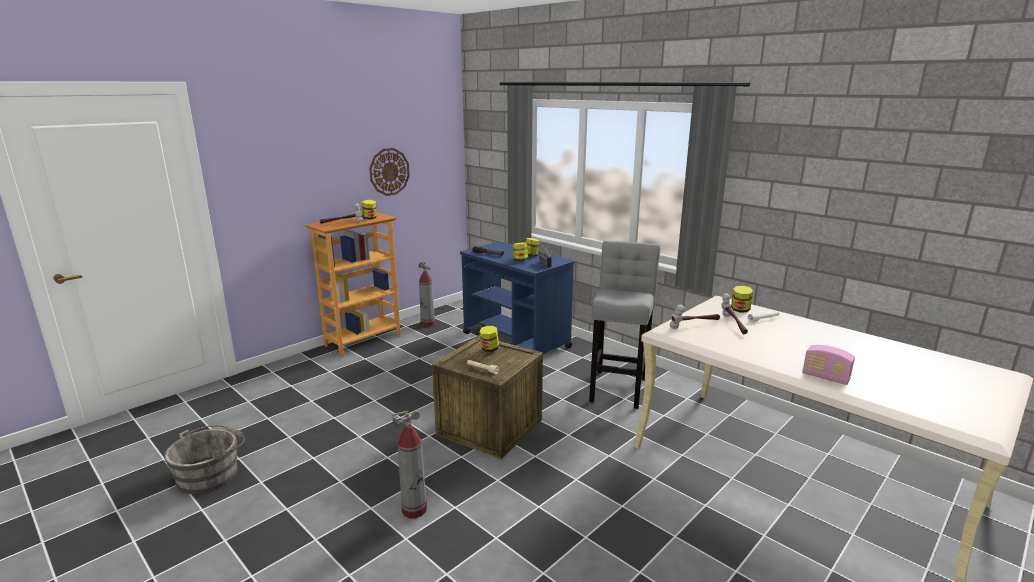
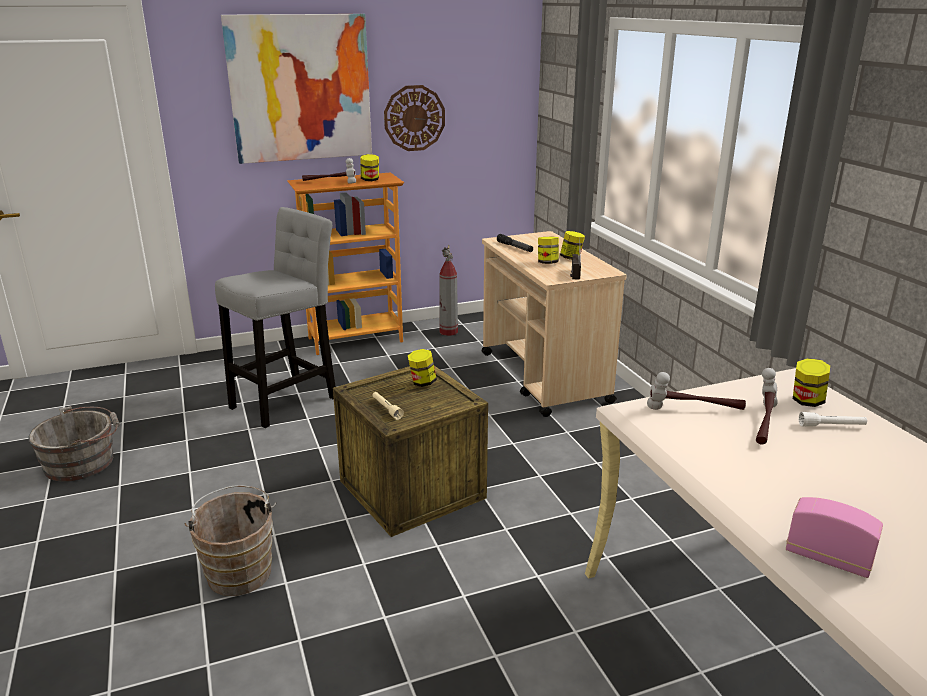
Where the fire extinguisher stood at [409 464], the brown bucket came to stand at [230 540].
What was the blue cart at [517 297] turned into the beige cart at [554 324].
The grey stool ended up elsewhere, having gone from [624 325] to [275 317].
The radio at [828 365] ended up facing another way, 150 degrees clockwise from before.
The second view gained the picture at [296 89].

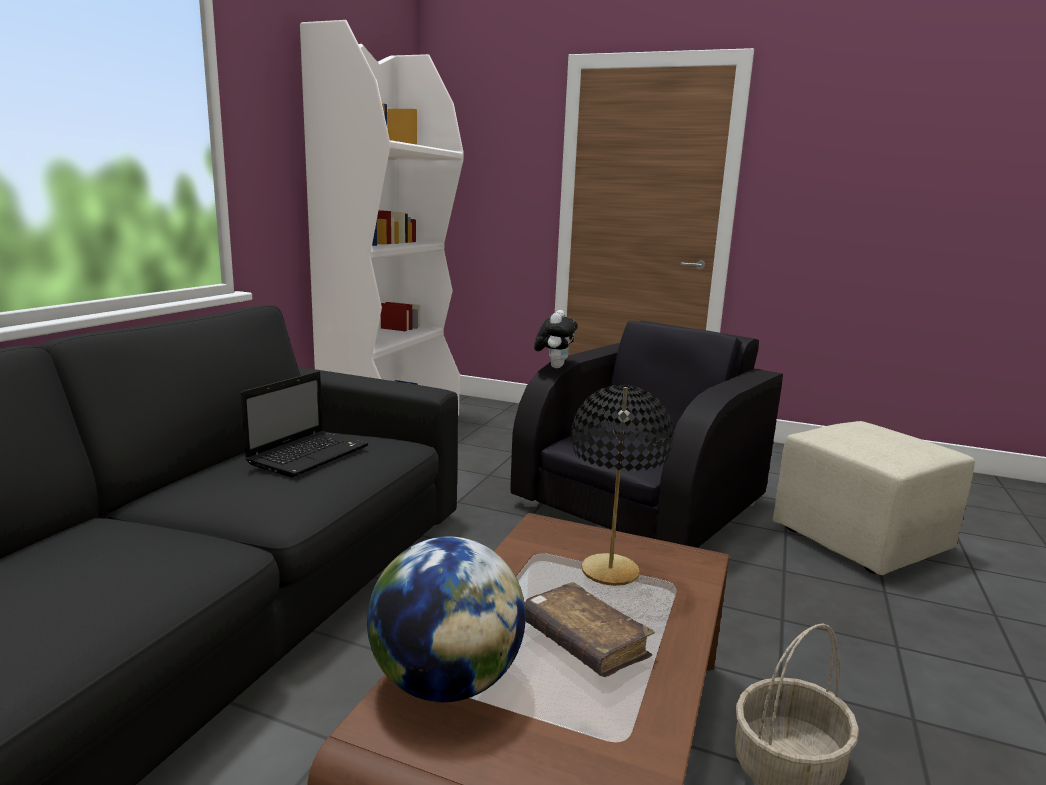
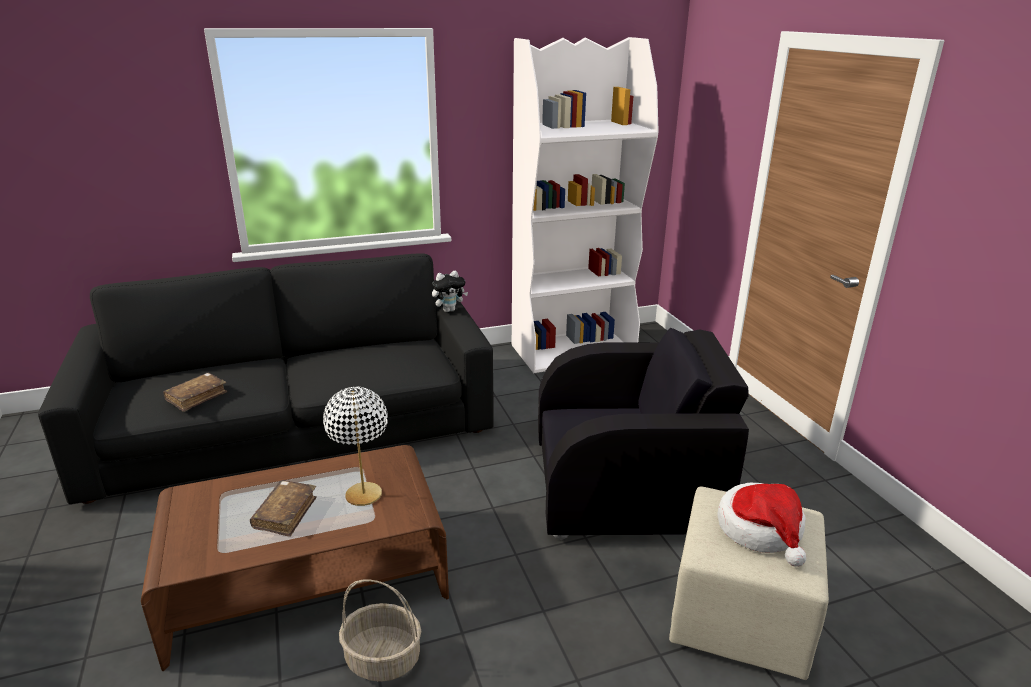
The second view lost the laptop at [304 424].
The second view lost the globe at [446 619].
The plush toy ended up elsewhere, having gone from [556 339] to [450 291].
What was the black table lamp at [622 485] turned into the white table lamp at [355 446].
The second view gained the brown book at [195 392].
The second view gained the hat at [761 525].

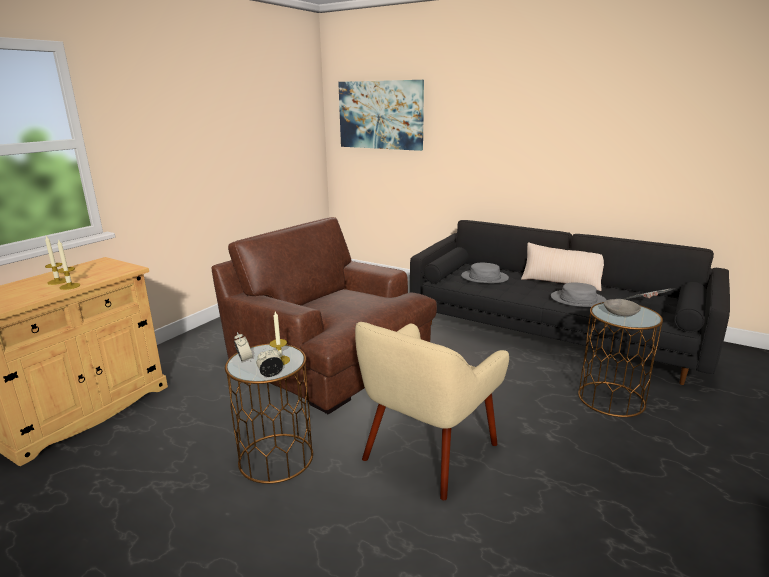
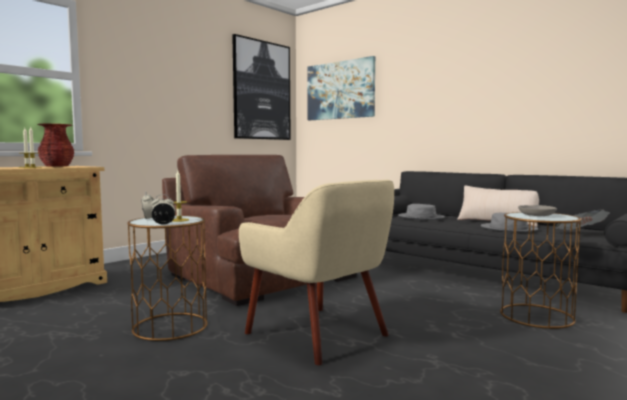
The beige armchair at [432 411] ended up facing another way, 90 degrees counterclockwise from before.
The second view gained the red vase at [55 145].
The second view gained the picture at [261 87].

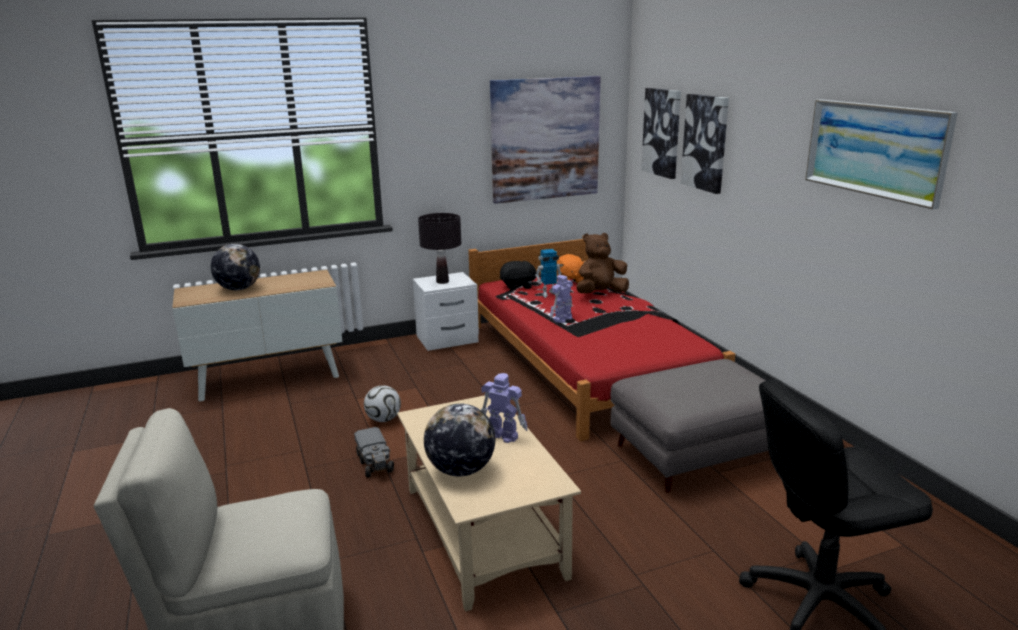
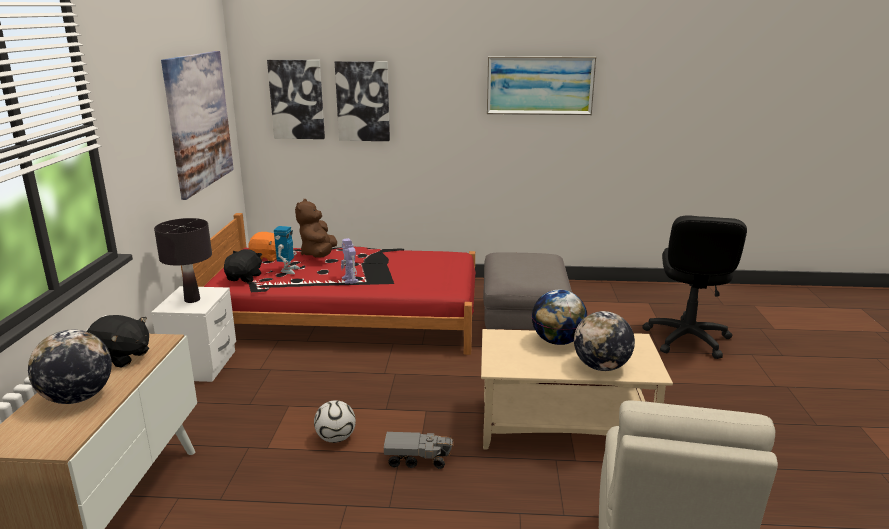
Where the toy robot stood at [504 408], the globe came to stand at [560 317].
The second view gained the black plush toy at [117 341].

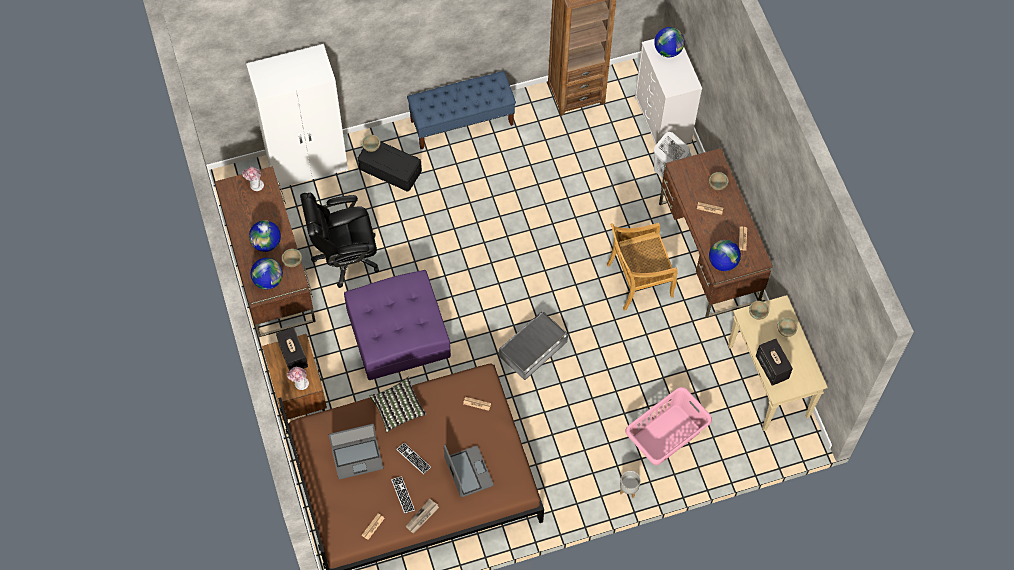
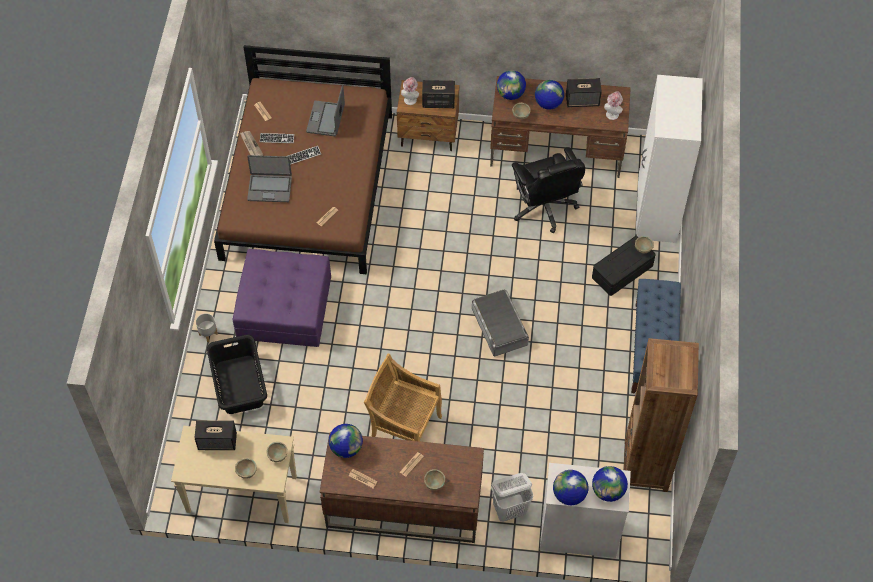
The black office chair at [339 240] ended up facing another way, 150 degrees clockwise from before.
The purple ottoman ended up elsewhere, having gone from [397 325] to [281 298].
The second view lost the pillow at [397 404].
The grey storage box ended up elsewhere, having gone from [533 346] to [500 323].
The beige chair at [642 267] ended up facing another way, 75 degrees counterclockwise from before.
What was the pink laundry basket at [668 426] turned into the black laundry basket at [237 374].
The second view gained the globe at [570 487].
The second view gained the speaker at [584 92].

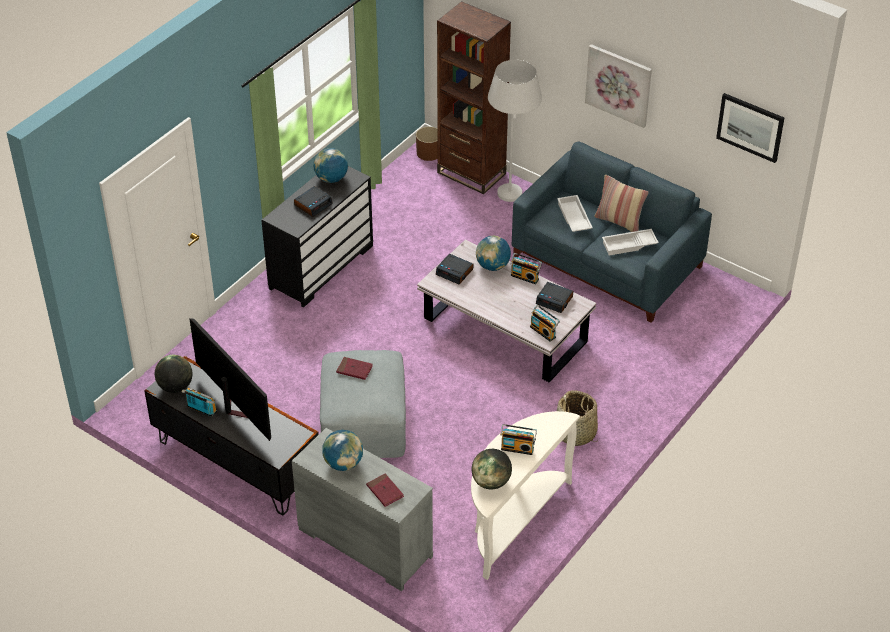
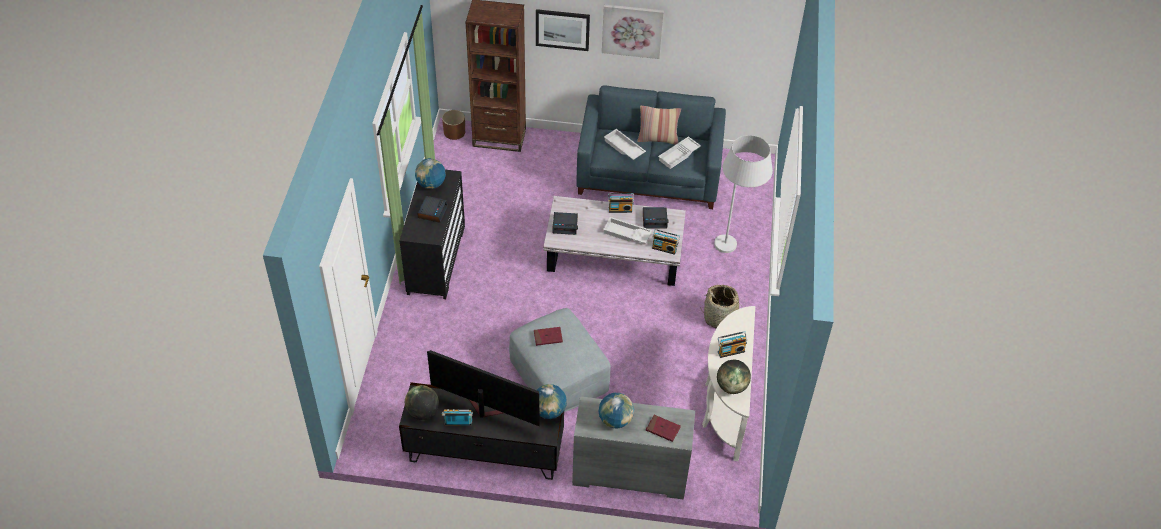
The globe ended up elsewhere, having gone from [493 253] to [552 401].
The white floor lamp ended up elsewhere, having gone from [515 131] to [743 194].
The picture ended up elsewhere, having gone from [750 128] to [563 30].
The second view gained the white tray at [627 230].

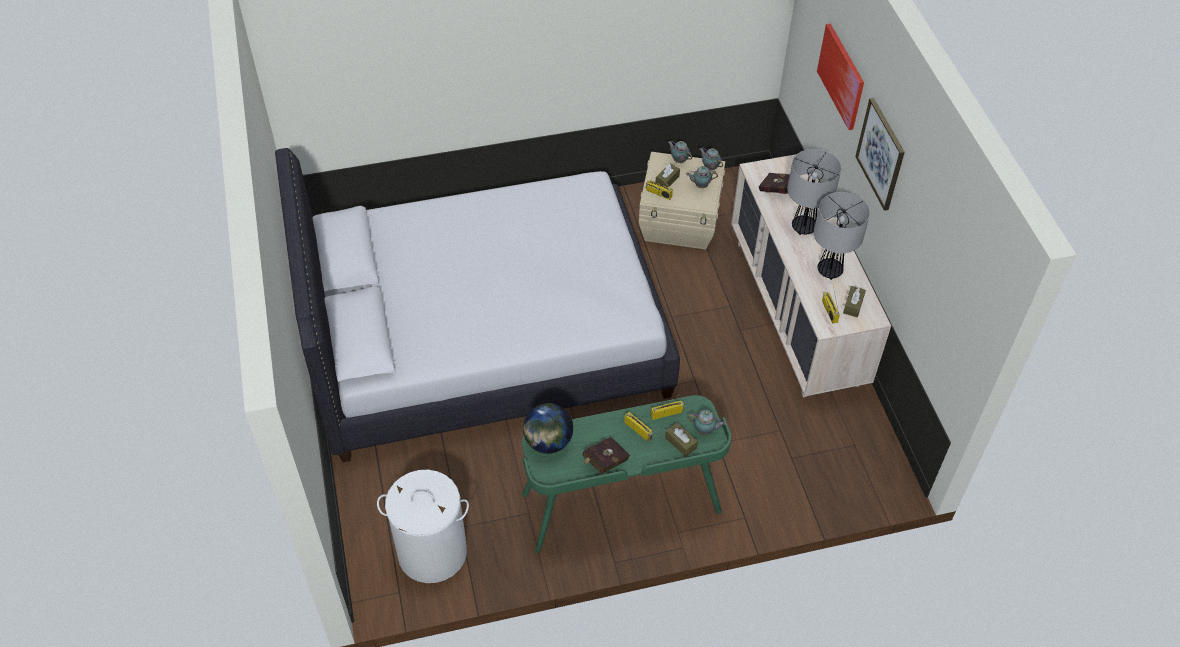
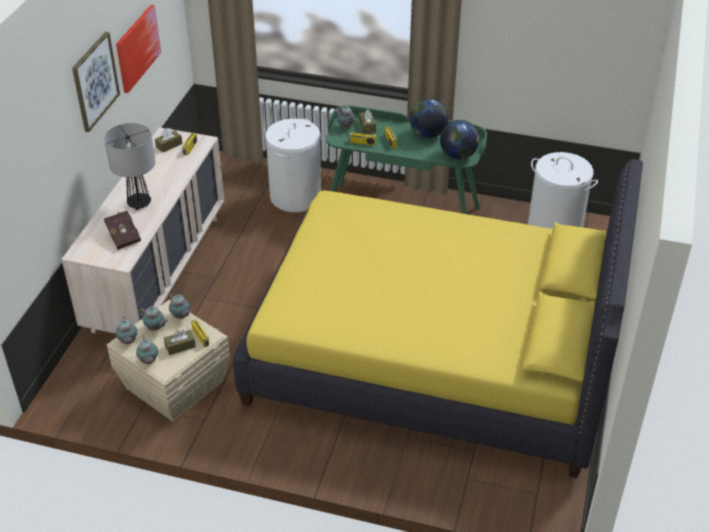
What was the white bed at [477 305] turned into the yellow bed at [438 318].
Where the red book stood at [606 455], the globe came to stand at [429 118].
The second view lost the table lamp at [842 236].
The picture ended up elsewhere, having gone from [840 77] to [138 49].
The second view gained the teapot at [180 306].
The second view gained the white laundry basket at [293 165].

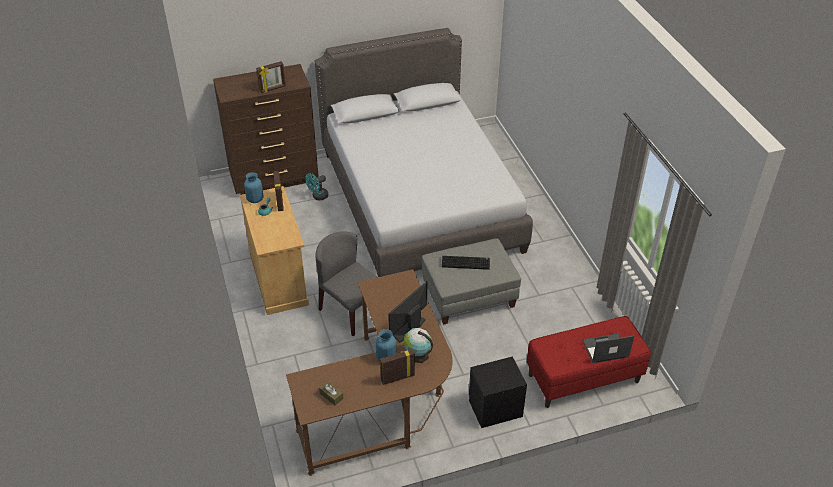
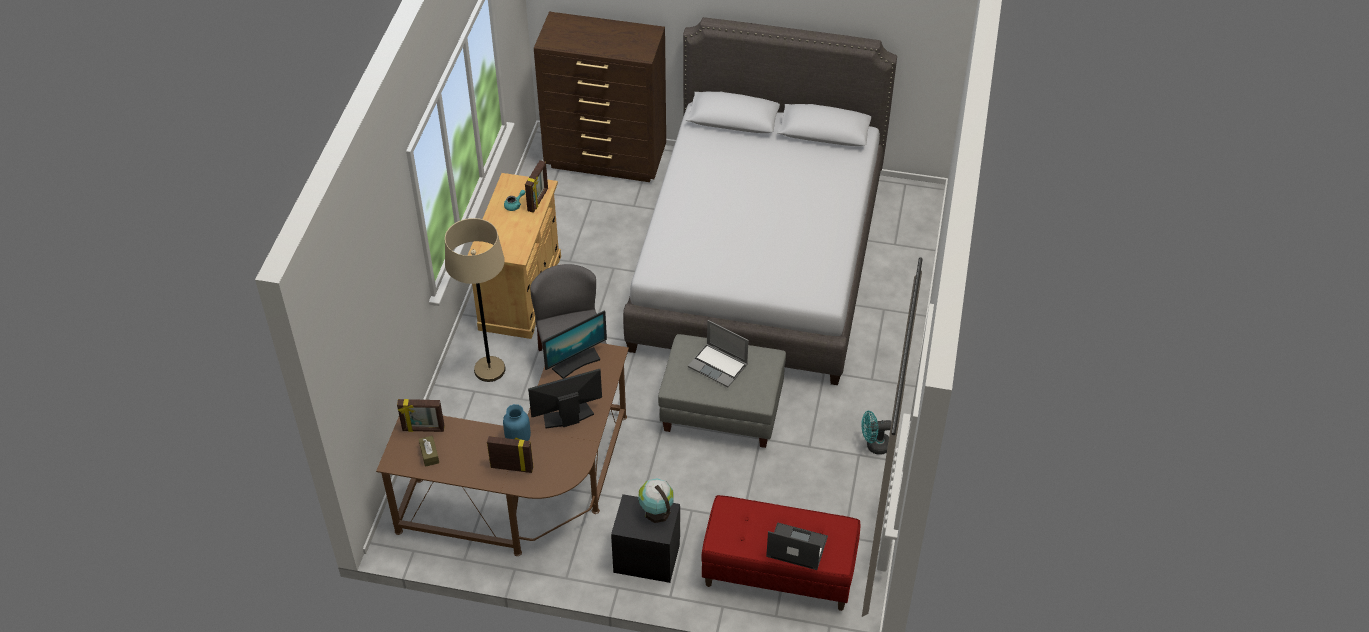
The second view lost the blue vase at [254 187].
The picture frame ended up elsewhere, having gone from [271 77] to [421 415].
The turquoise fan ended up elsewhere, having gone from [317 186] to [876 432].
The globe ended up elsewhere, having gone from [418 345] to [656 500].
Where the keyboard stood at [466 263], the laptop came to stand at [718 353].
The second view gained the beige floor lamp at [475 300].
The second view gained the monitor at [574 344].

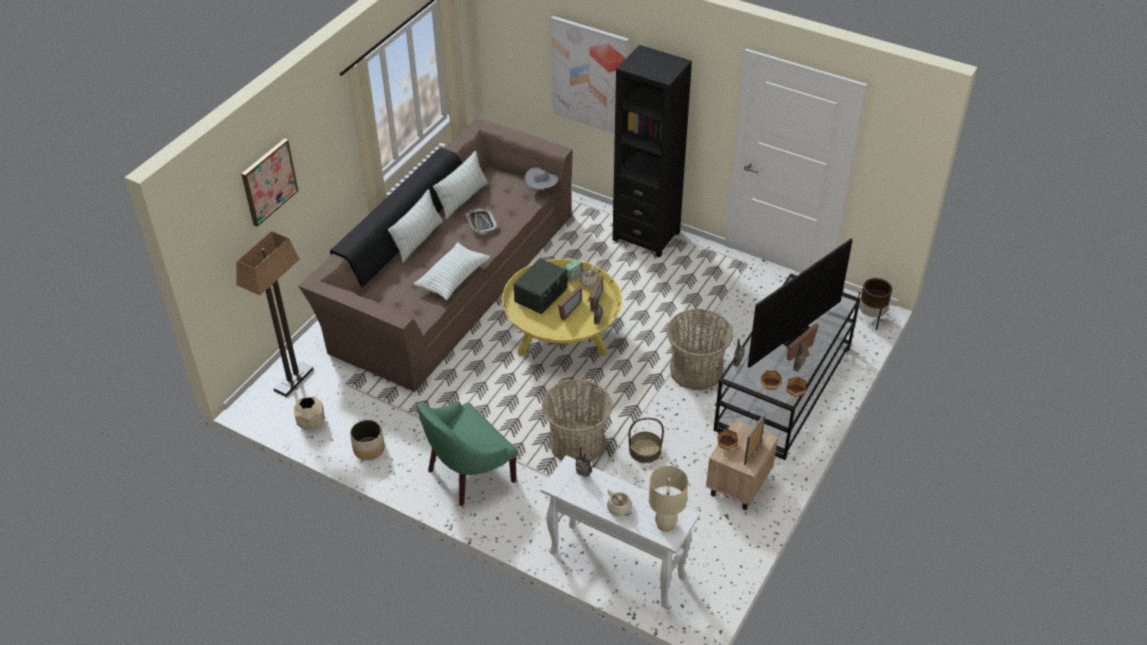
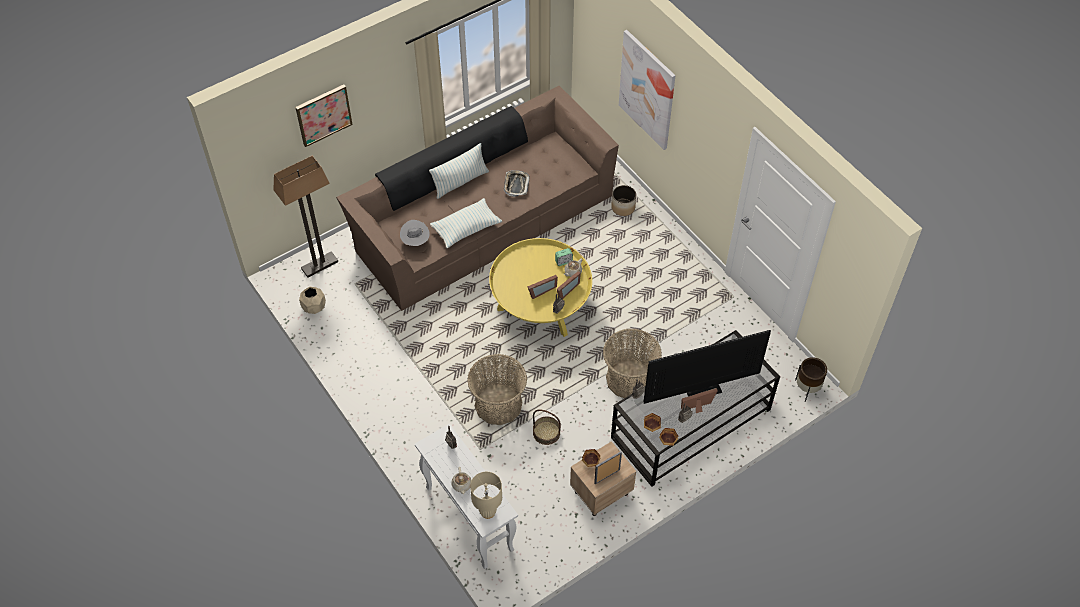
The planter ended up elsewhere, having gone from [367 439] to [623 200].
The second view lost the green armchair at [467 453].
The second view lost the pillow at [460 185].
The second view lost the radio at [541 286].
The grey hat ended up elsewhere, having gone from [541 179] to [415 233].
The second view lost the black bookcase at [652 151].

